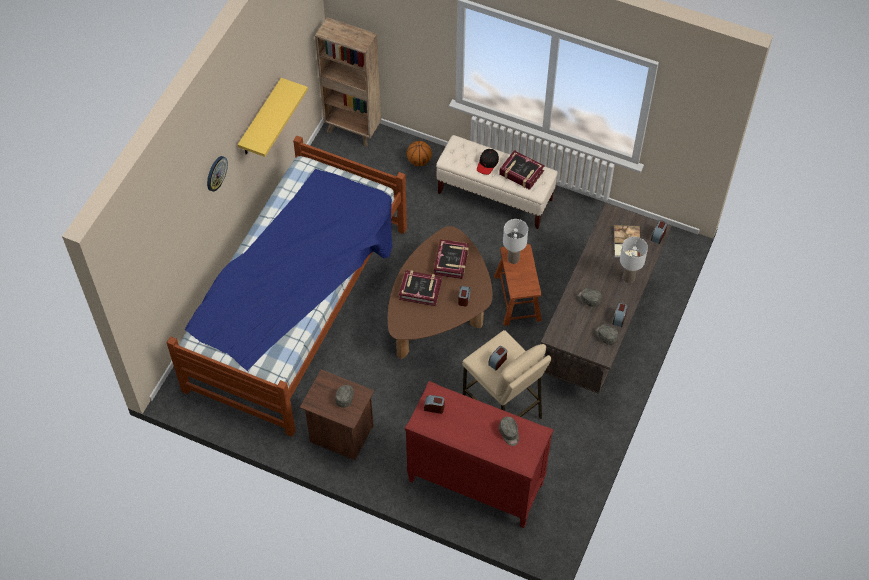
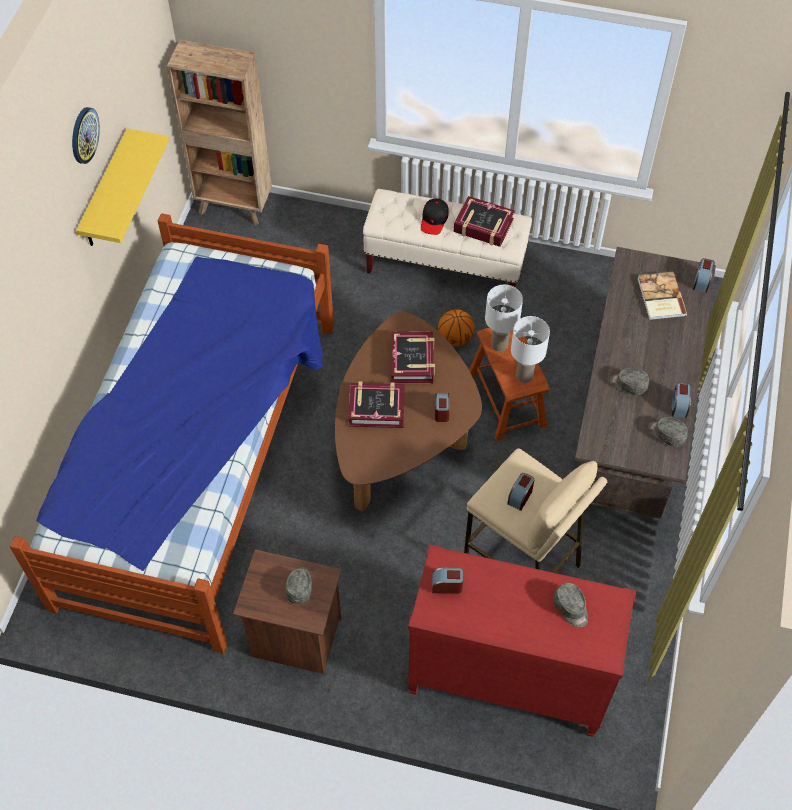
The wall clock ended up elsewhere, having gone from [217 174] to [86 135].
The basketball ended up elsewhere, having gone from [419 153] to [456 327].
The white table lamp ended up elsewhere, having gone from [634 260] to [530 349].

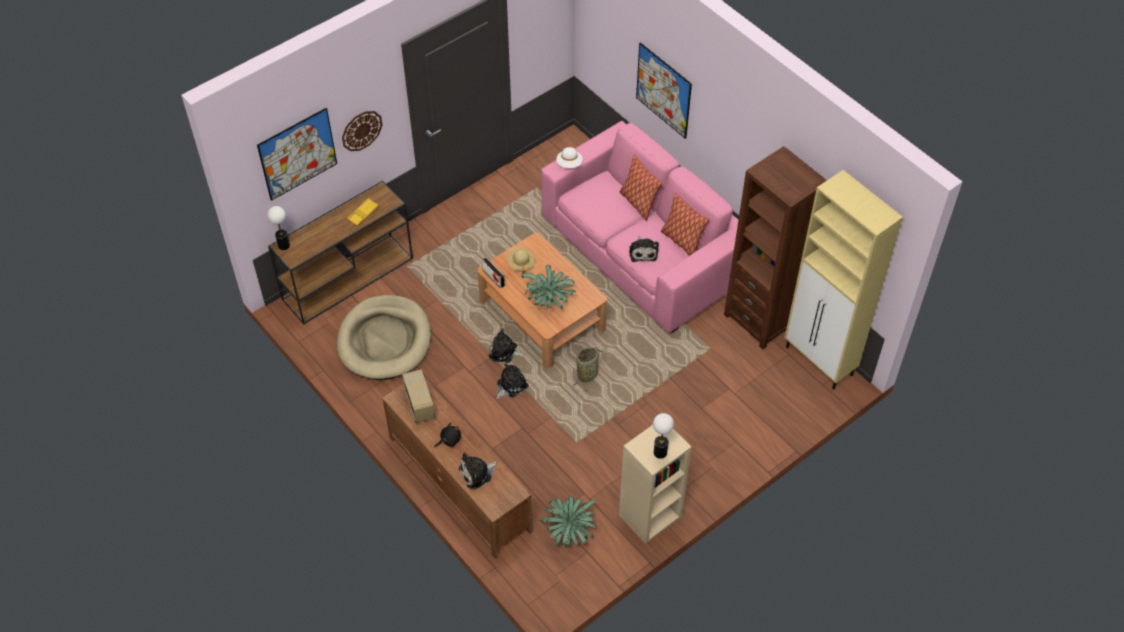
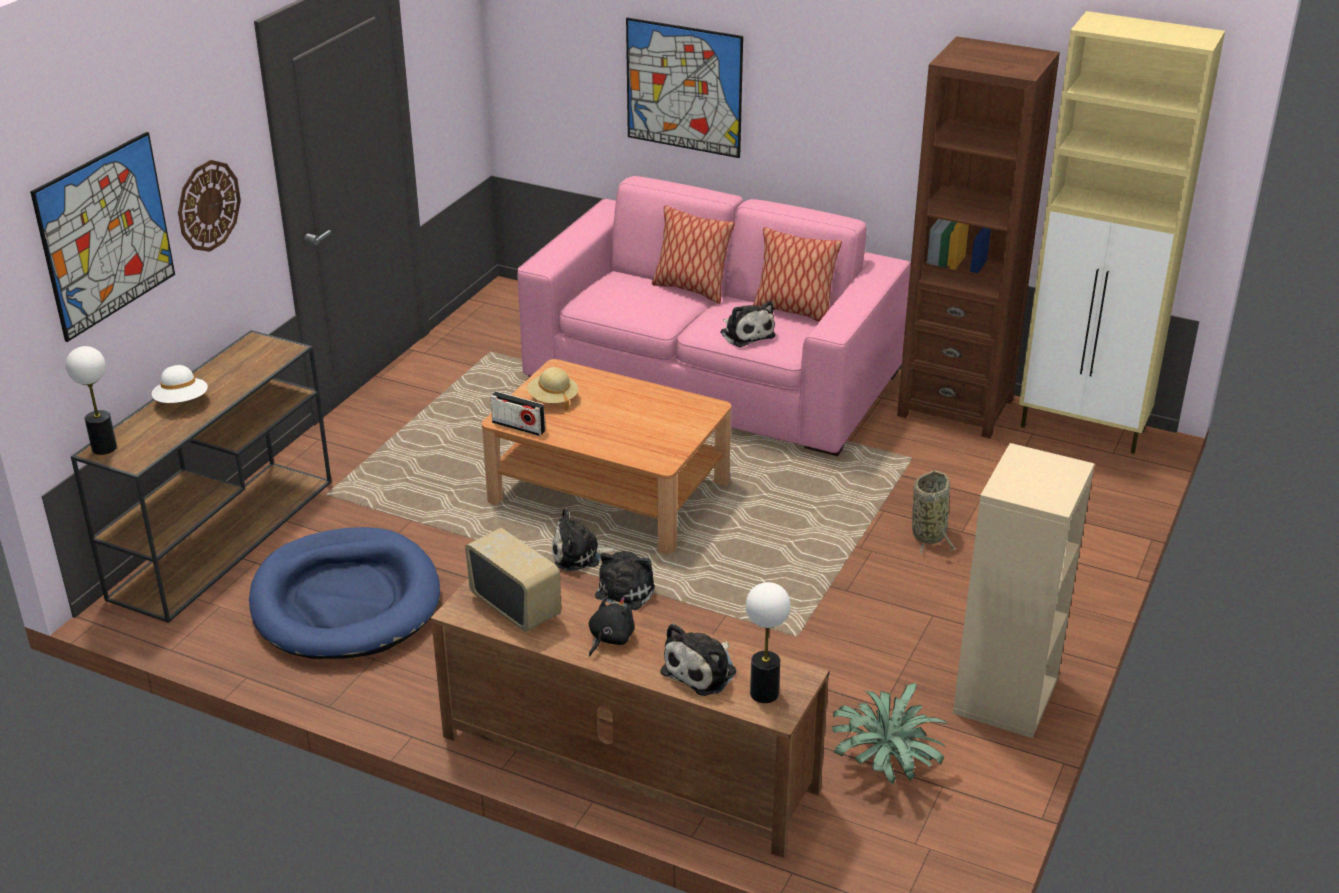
What was the beige dog bed at [384 337] turned into the blue dog bed at [344 593].
The second view lost the yellow tray at [363 212].
The second view lost the potted plant at [548 287].
The white hat ended up elsewhere, having gone from [569 157] to [180 384].
The basket ended up elsewhere, having gone from [590 369] to [934 514].
The table lamp ended up elsewhere, having gone from [663 436] to [768 642].

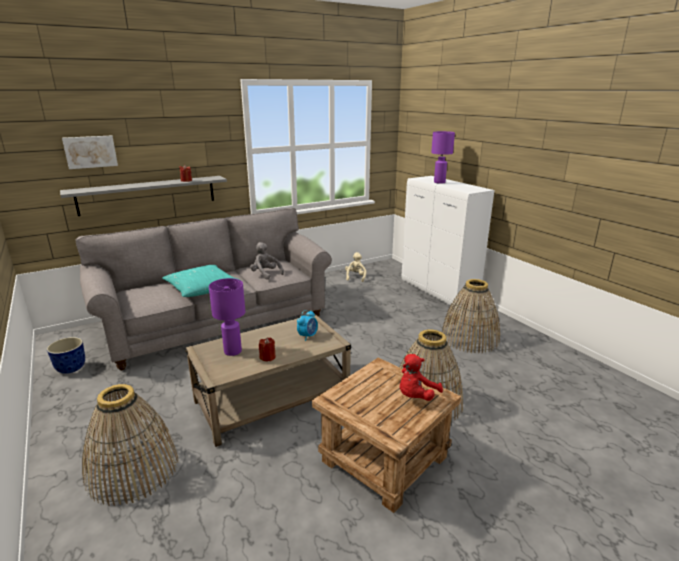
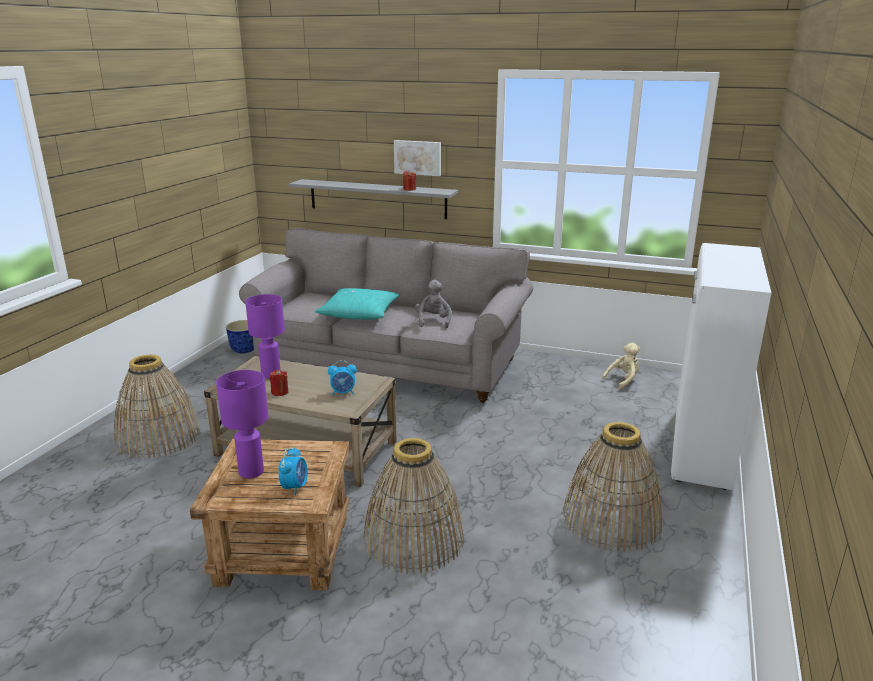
The picture ended up elsewhere, having gone from [90 152] to [417 158].
Where the red plush toy stood at [421 377], the alarm clock came to stand at [293 471].
The purple table lamp ended up elsewhere, having gone from [443 157] to [242 424].

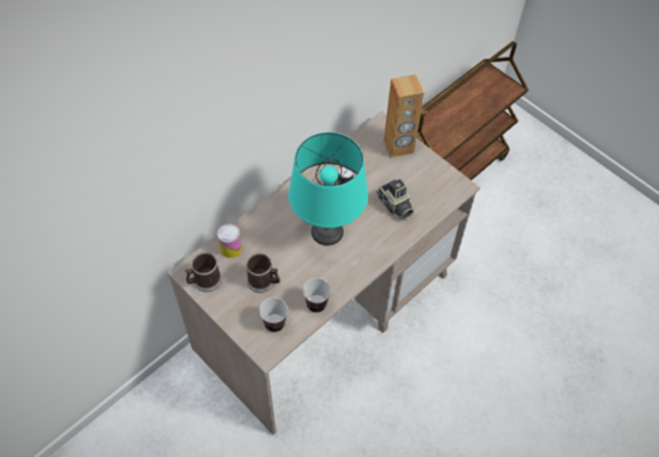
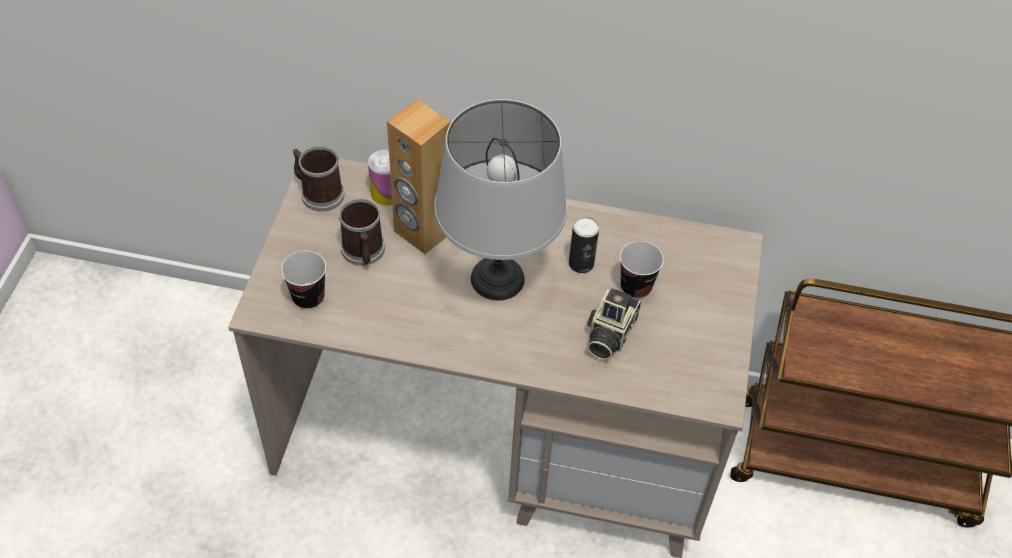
What was the turquoise table lamp at [328 189] turned into the grey table lamp at [500 200].
The cup ended up elsewhere, having gone from [317 295] to [642 270].
The brown speaker ended up elsewhere, having gone from [404 116] to [419 176].

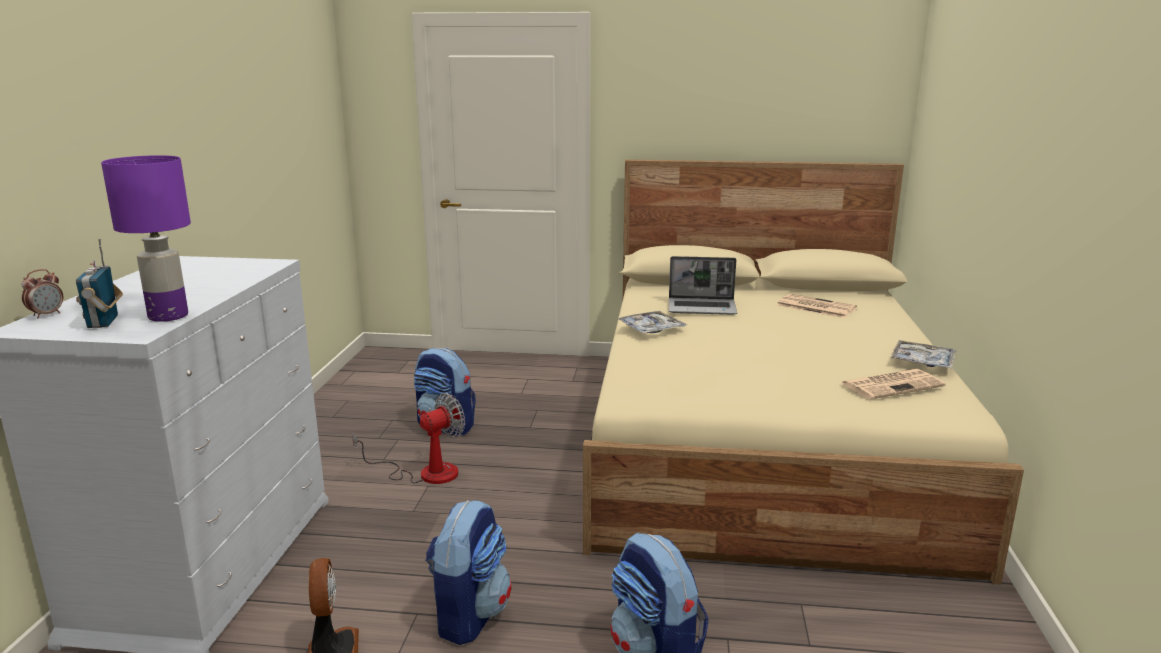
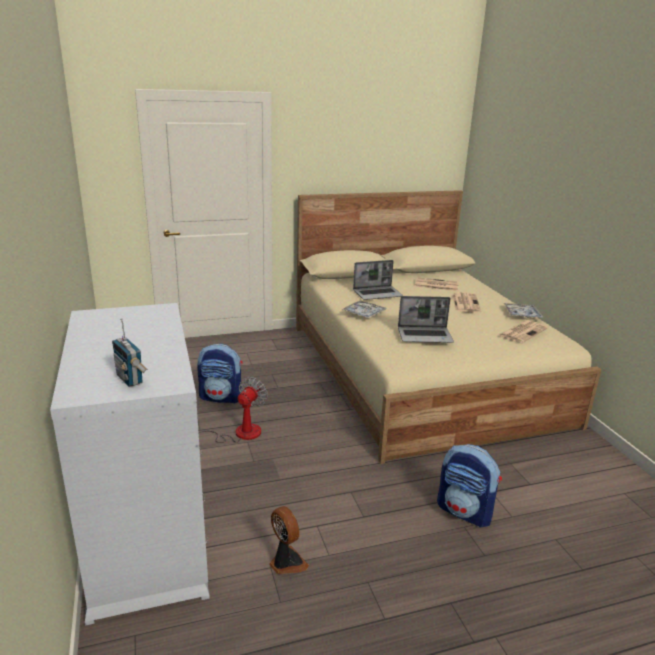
The second view lost the alarm clock at [42 293].
The second view lost the purple table lamp at [146 238].
The second view lost the backpack at [468 572].
The second view gained the laptop at [426 319].
The second view gained the newspaper at [466 302].

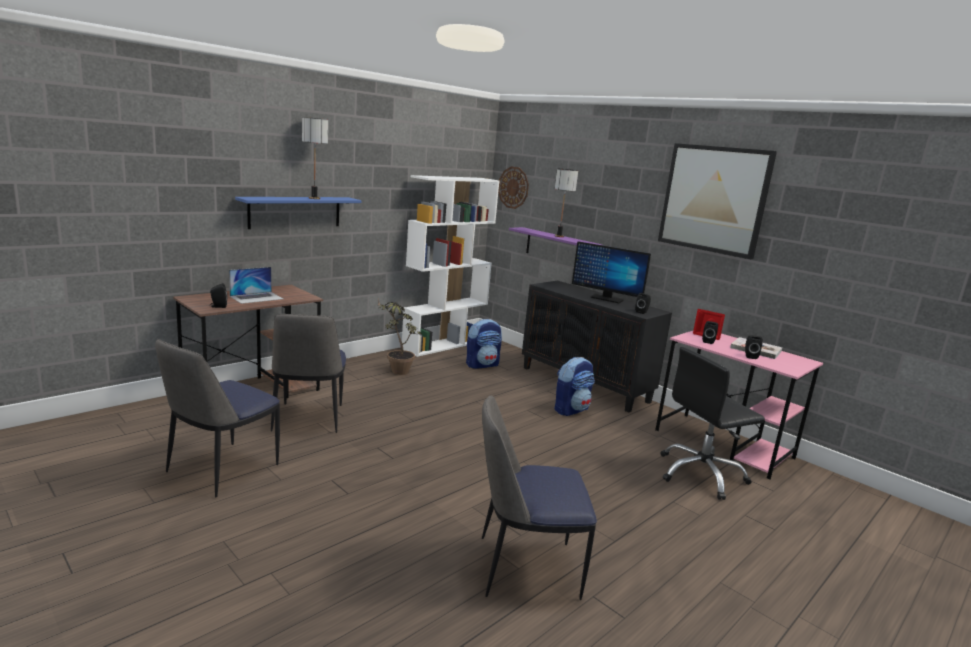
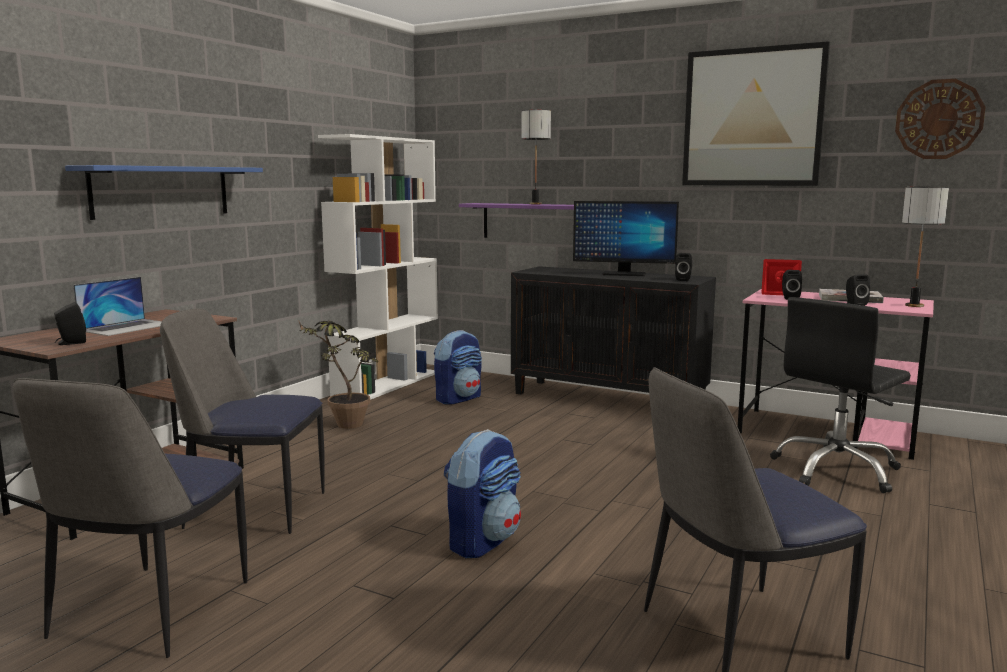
The chair at [308 373] ended up facing another way, 120 degrees clockwise from before.
The table lamp ended up elsewhere, having gone from [315 158] to [925 247].
The wall clock ended up elsewhere, having gone from [513 187] to [940 119].
The backpack ended up elsewhere, having gone from [574 386] to [482 493].

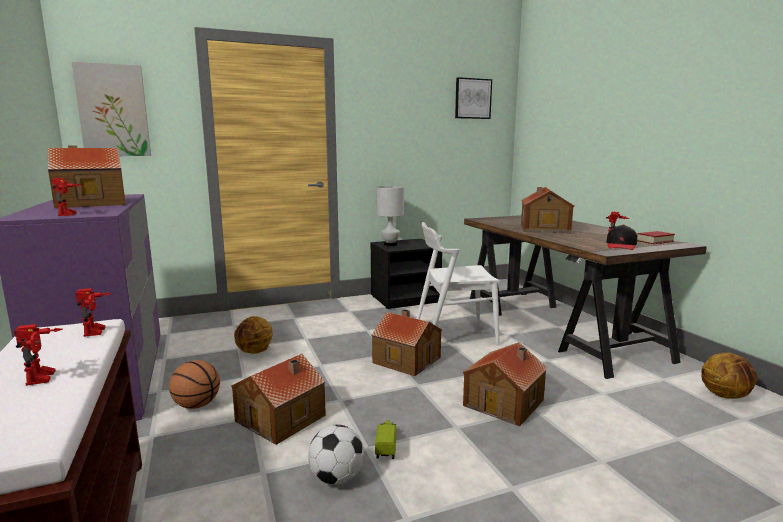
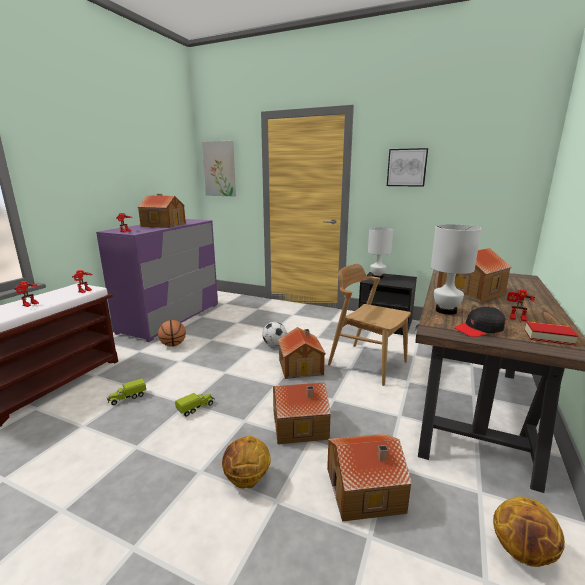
The toy house ended up elsewhere, having gone from [278 399] to [369 478].
The basketball ended up elsewhere, having gone from [253 335] to [246 462].
The football ended up elsewhere, having gone from [336 455] to [274 334].
What was the white chair at [458 283] turned into the brown chair at [369 325].
The picture ended up elsewhere, having gone from [473 98] to [407 167].
The second view gained the toy truck at [126 391].
The second view gained the white table lamp at [456 269].

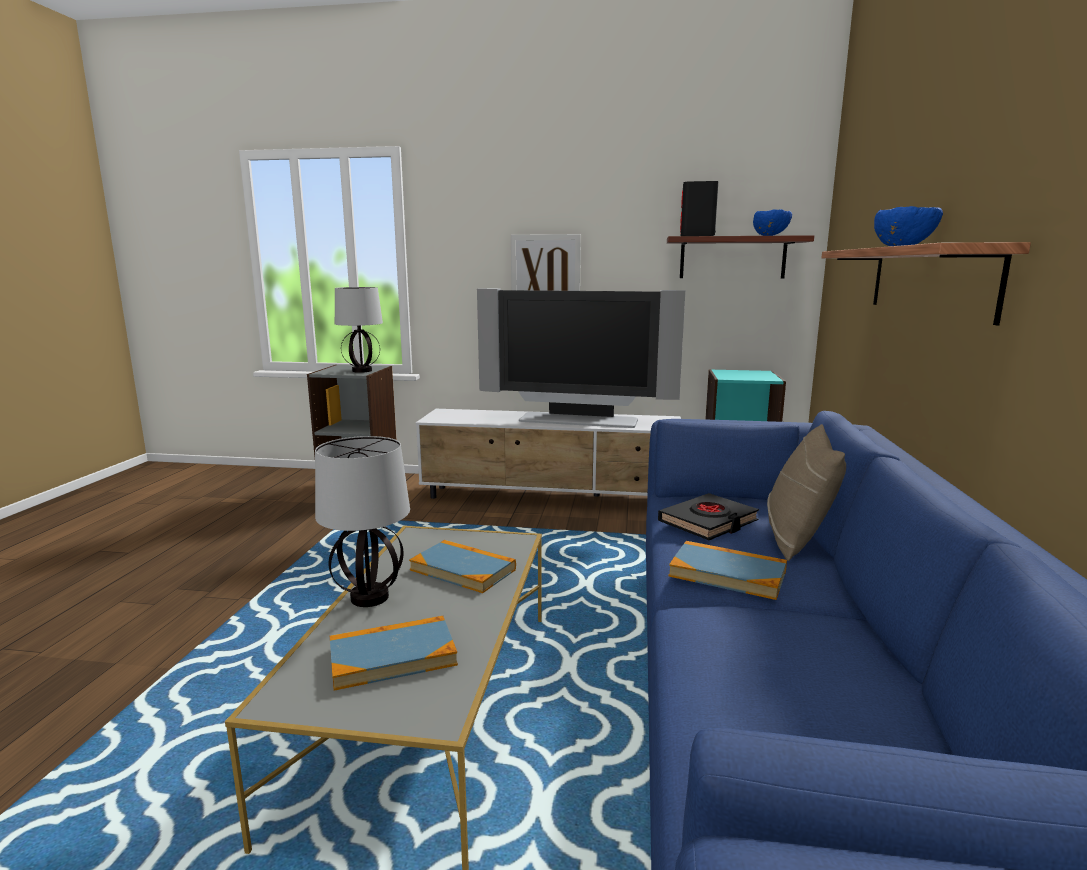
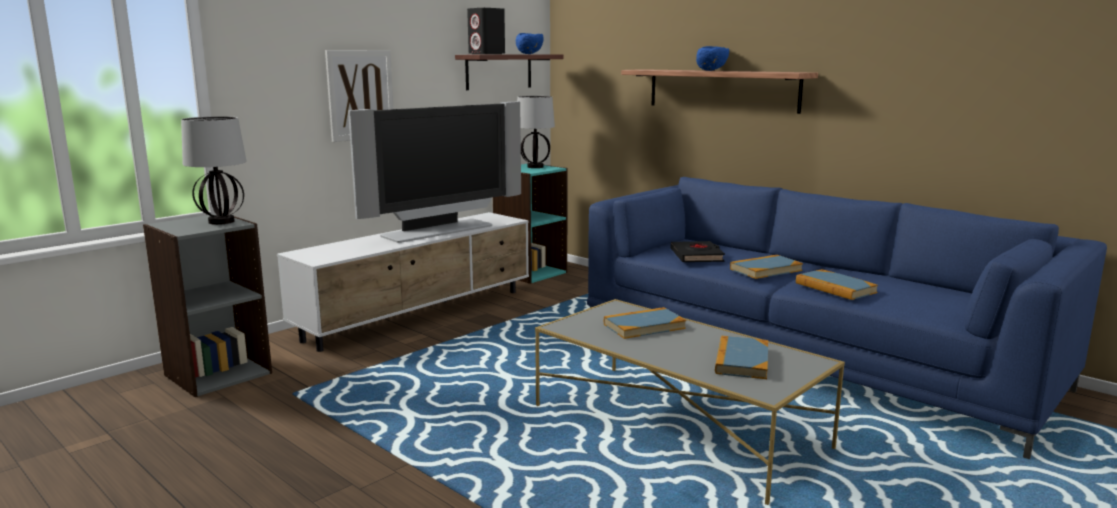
The table lamp ended up elsewhere, having gone from [362 521] to [536 132].
The second view lost the beige pillow at [806 492].
The second view gained the book at [837 284].

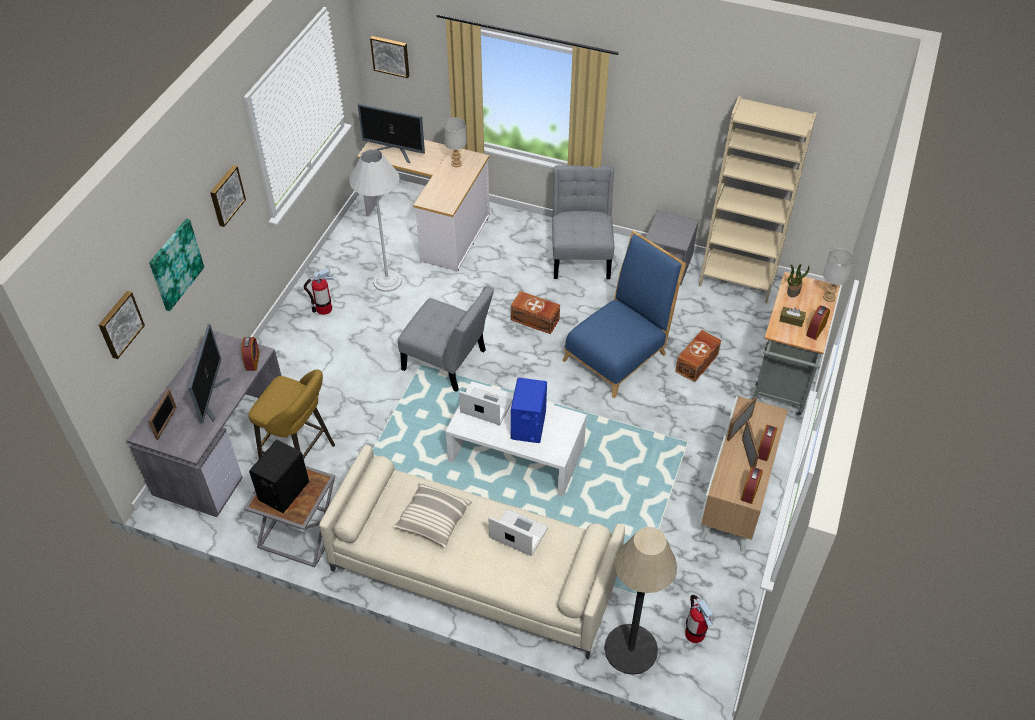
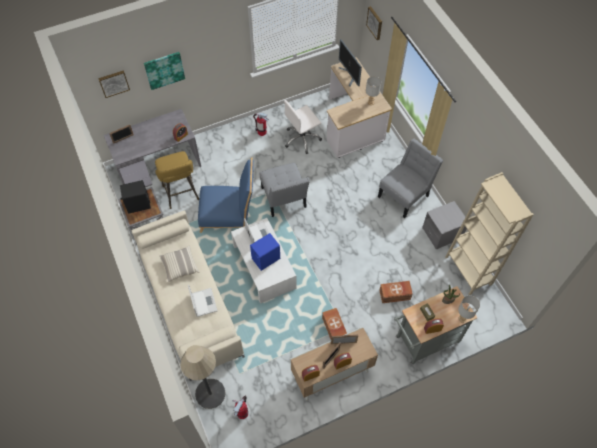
The second view lost the monitor at [209 373].
The second view lost the picture at [228 196].
Where the white floor lamp stood at [375 220], the white office chair came to stand at [303 127].
The brown storage box ended up elsewhere, having gone from [535 312] to [334 323].
The blue chair ended up elsewhere, having gone from [624 314] to [226 195].

